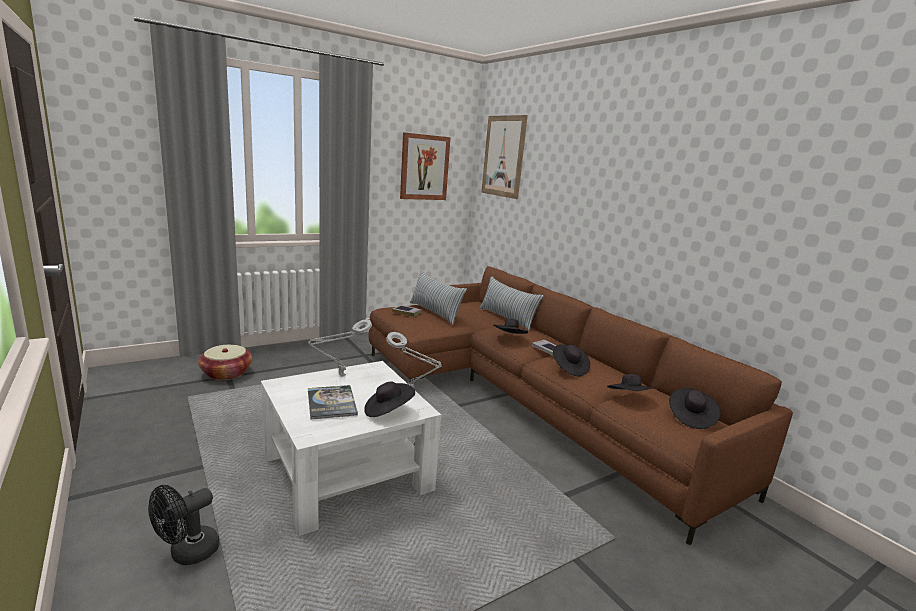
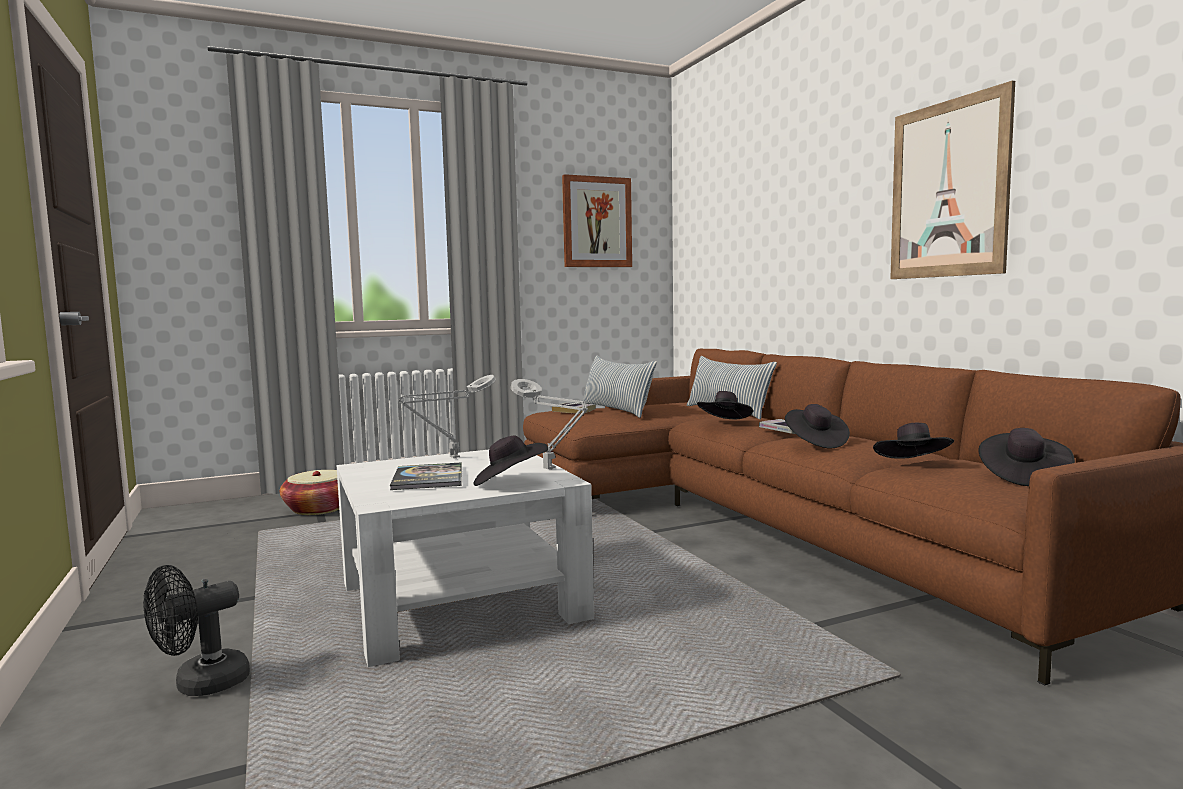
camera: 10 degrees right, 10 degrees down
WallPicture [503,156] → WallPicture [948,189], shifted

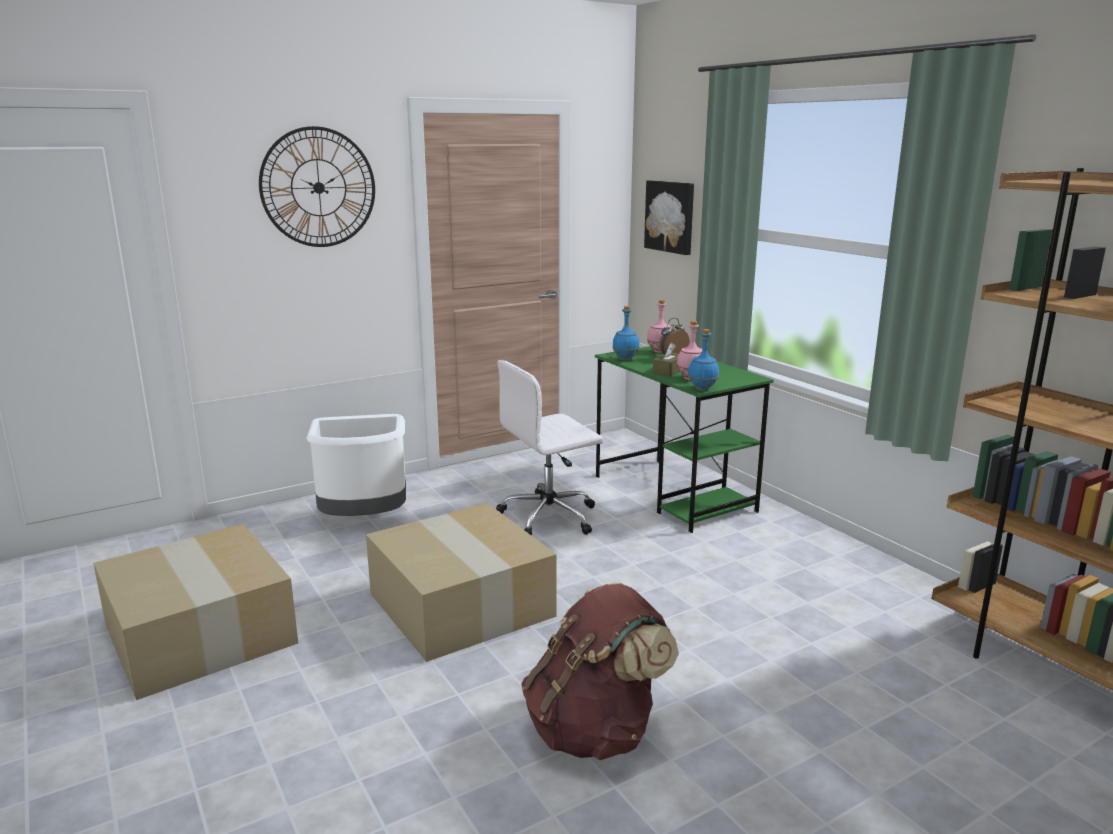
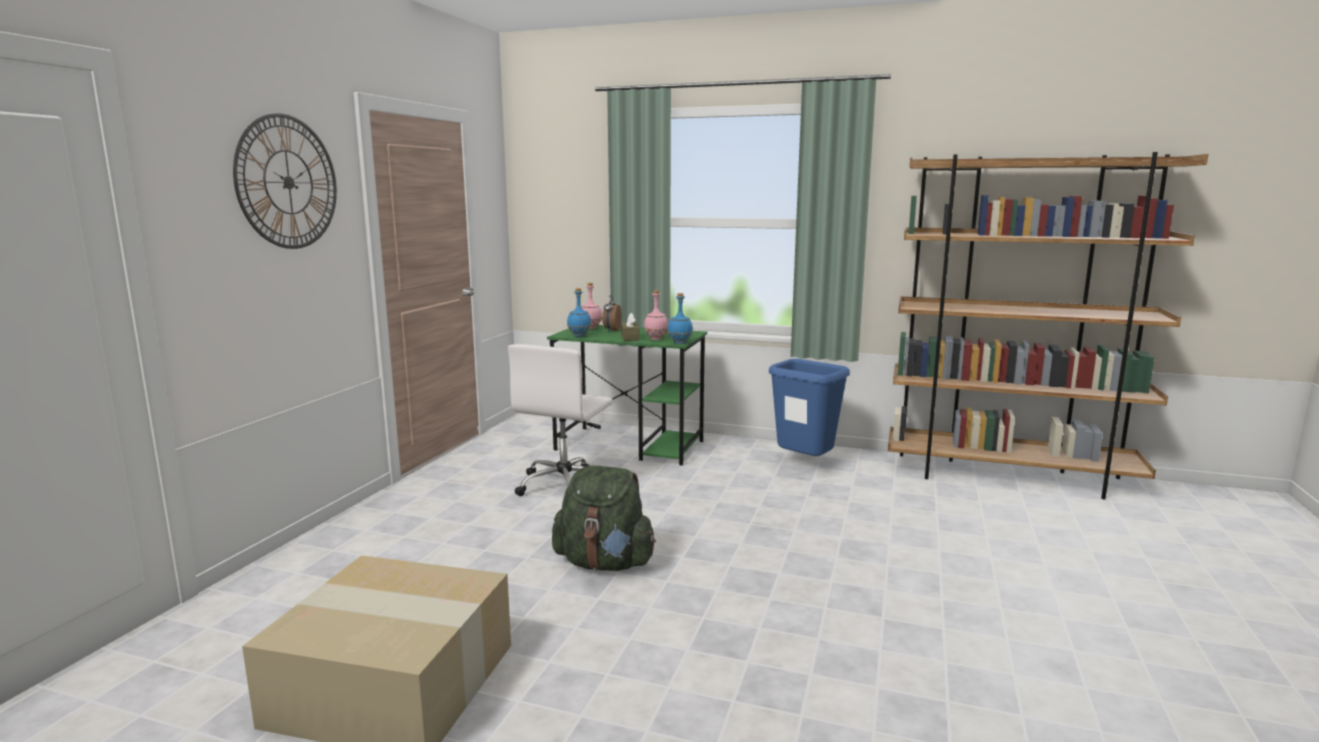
camera: 40 degrees left, 5 degrees down
WhiteWasteBin [364,519] → -
BrownRucksack [595,731] → -
WallPicture [671,216] → -
- → BluishWasteBin [805,465]
PackingBox [464,605] → GreenRucksack [605,563]

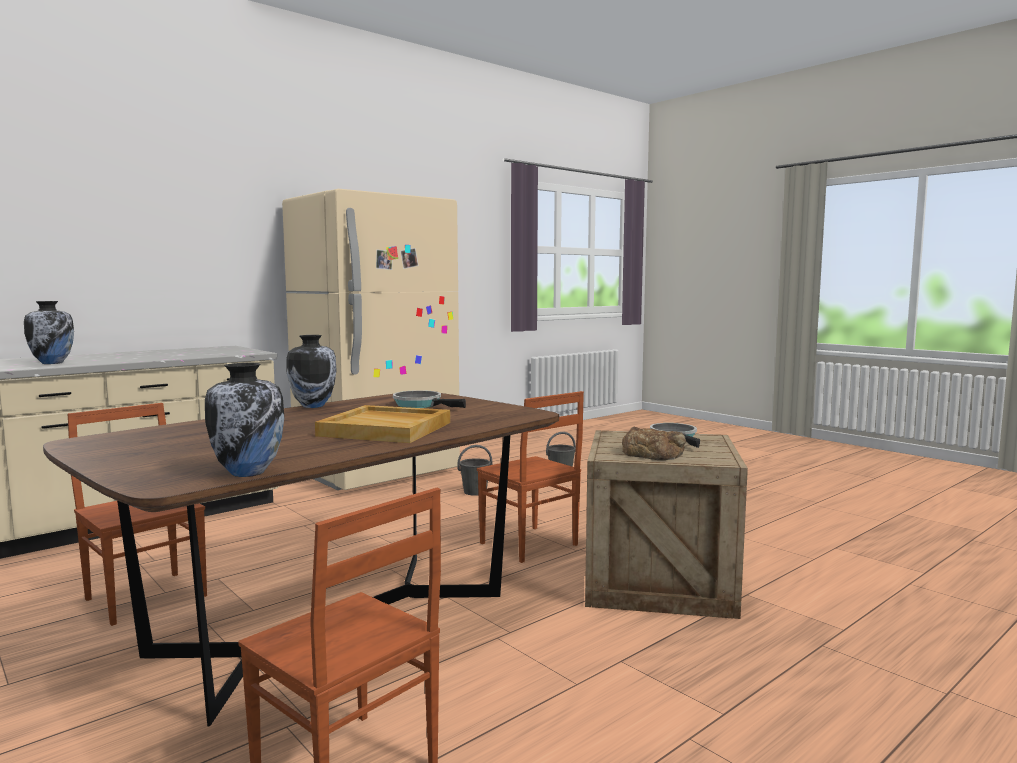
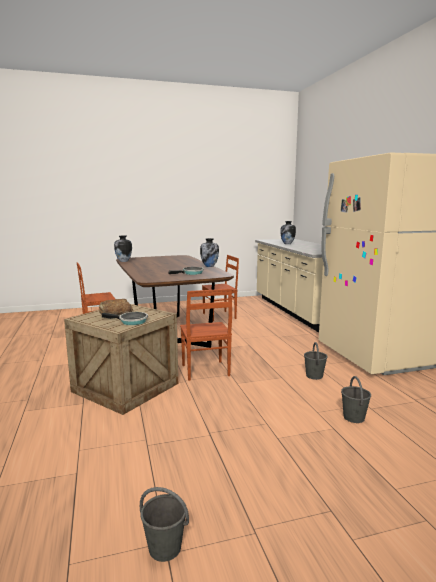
camera: 115 degrees right, 5 degrees up
BeigeColouredCarryingTray [387,429] → -
- → GrayWaterBucket [165,548]
BrownUprightChair [528,545] → BrownUprightChair [205,371], 90 degrees counterclockwise

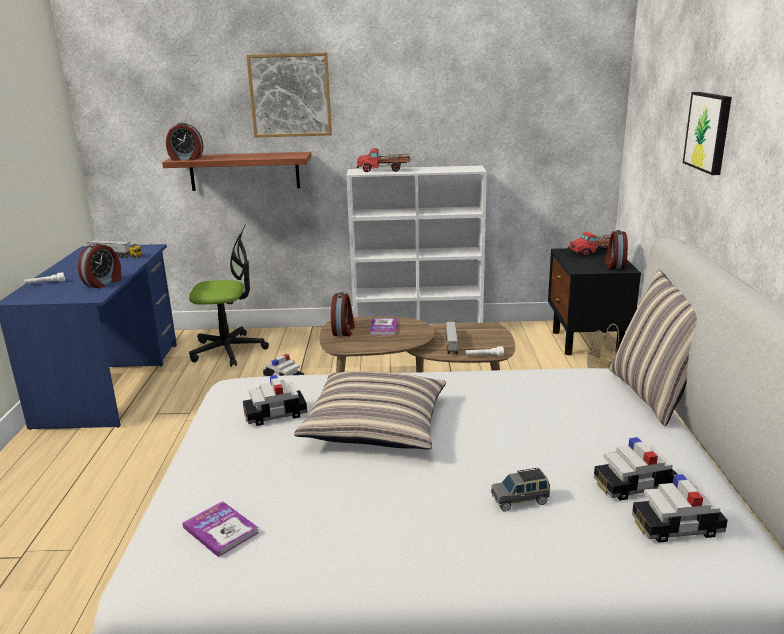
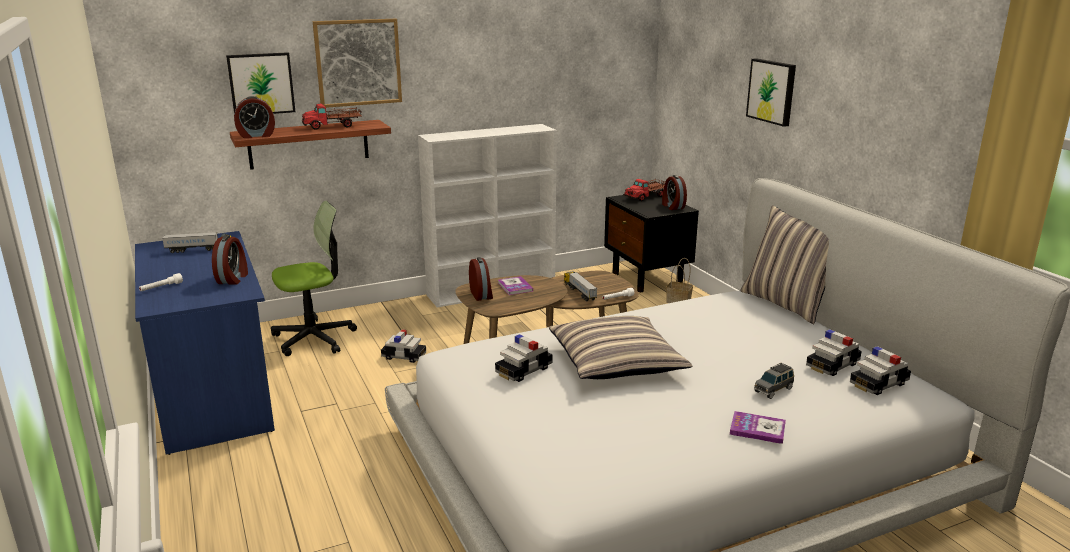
camera: 25 degrees left, 0 degrees up
- → WallPicture [261,83]
Volume [221,530] → Volume [757,429], shifted
ModelTruck [385,170] → ModelTruck [333,126], shifted

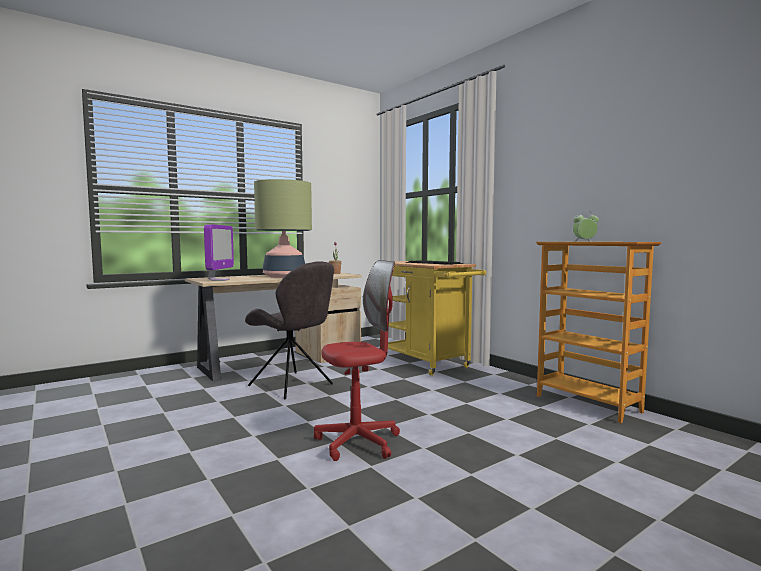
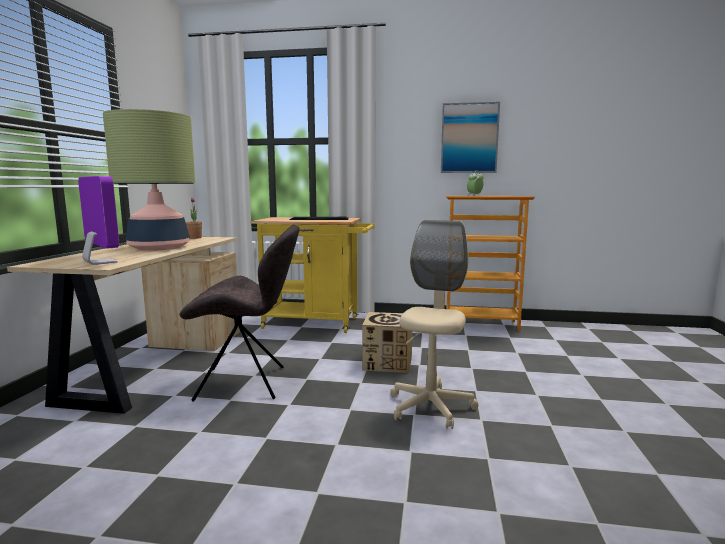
camera: 45 degrees left, 5 degrees up
- → PackingBox [388,362]
- → WallPicture [469,138]
RedColouredDeskChair [358,442] → BeigeColouredDeskChair [430,407]

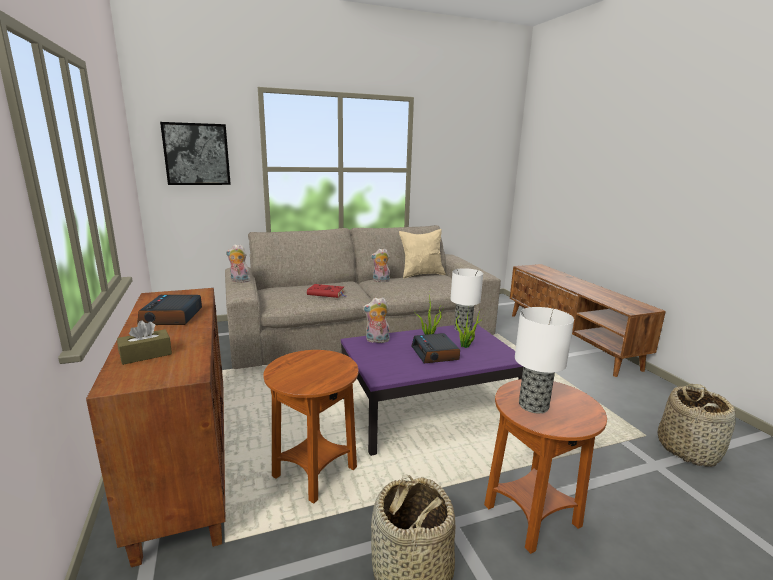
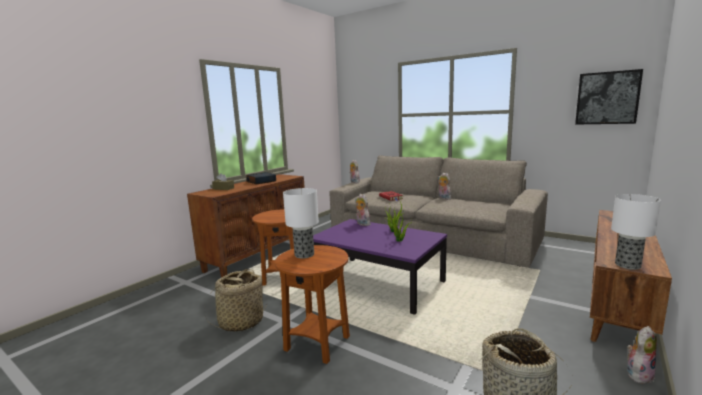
camera: 55 degrees right, 5 degrees down
BeigeColouredCushion [421,274] → -
TableClock [435,354] → -
- → CuddlyToy [638,374]
WallPicture [197,154] → WallPicture [607,98], shifted
LampForATable [462,329] → LampForATable [627,265], shifted

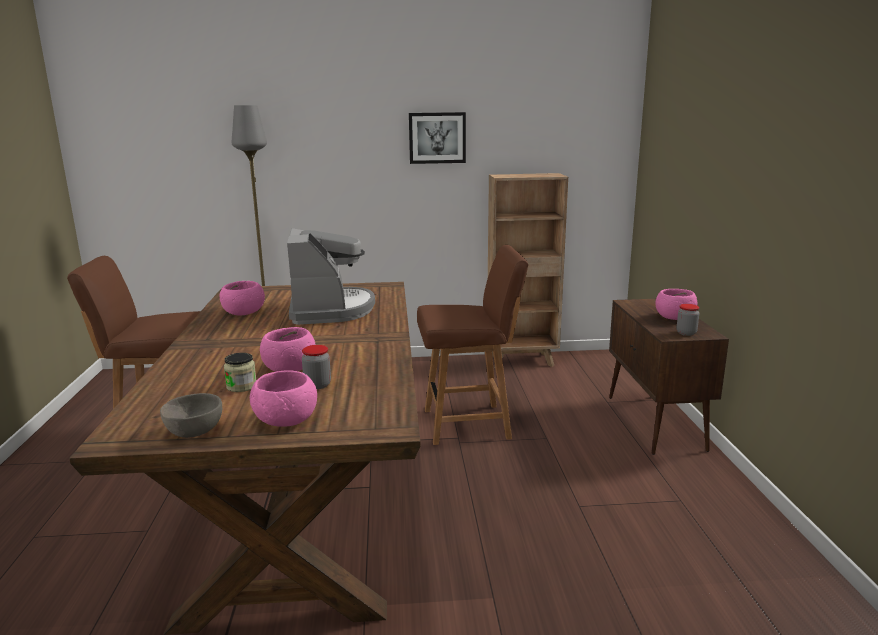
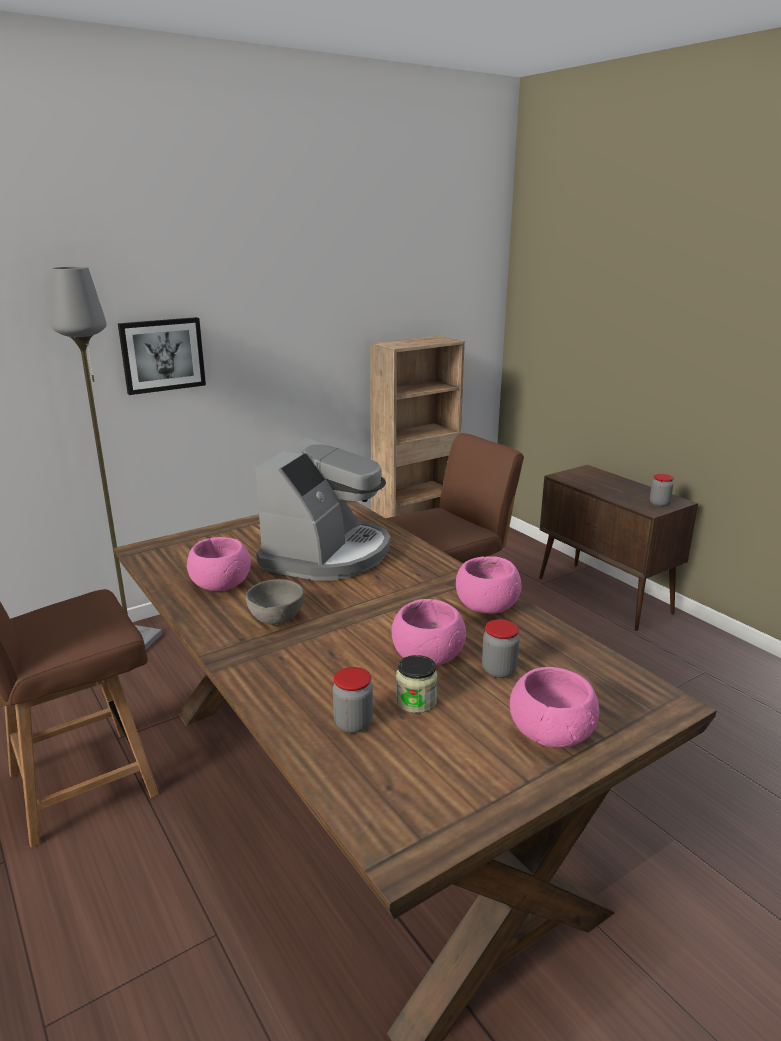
camera: 30 degrees left, 5 degrees up
- → PreserveJar [353,723]
GrayServingBowl [194,432] → GrayServingBowl [275,619], shifted
WallPicture [437,138] → WallPicture [162,355], shifted
PinkServingBowl [674,318] → PinkServingBowl [487,606], shifted
CoffeeBrewer [330,310] → CoffeeBrewer [327,554], 60 degrees clockwise

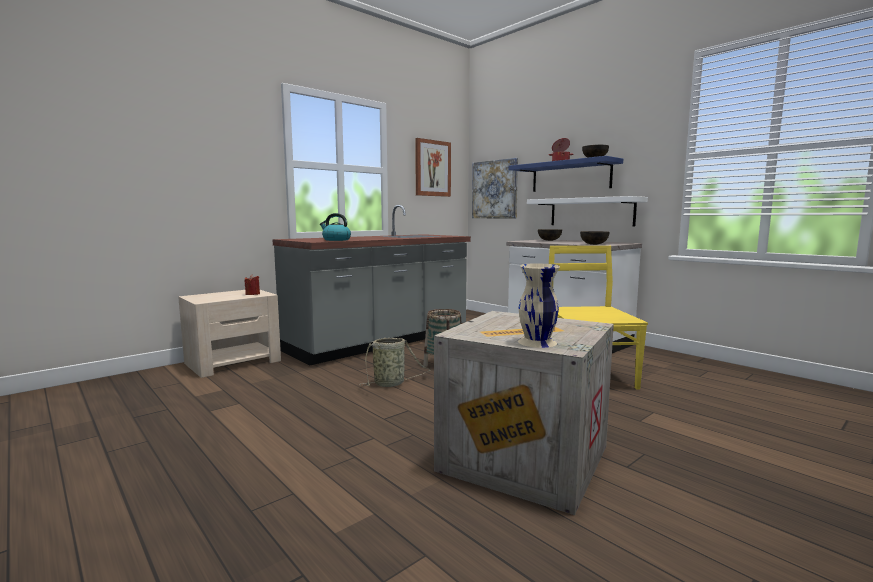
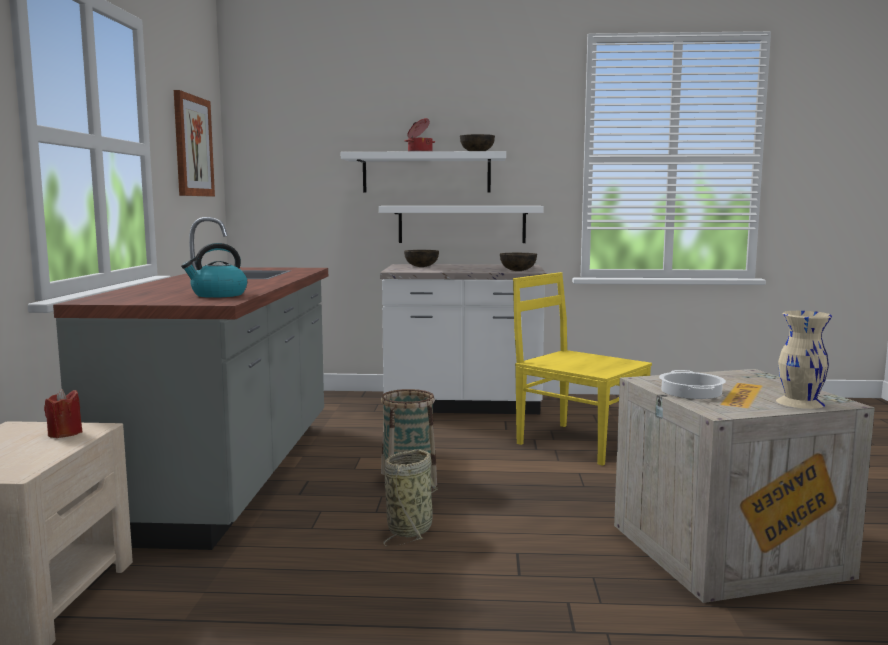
camera: 45 degrees left, 0 degrees up
WallPicture [494,189] → -
- → Saucepot [692,392]
BluishWallShelf [570,176] → WhiteWallShelf [426,173]

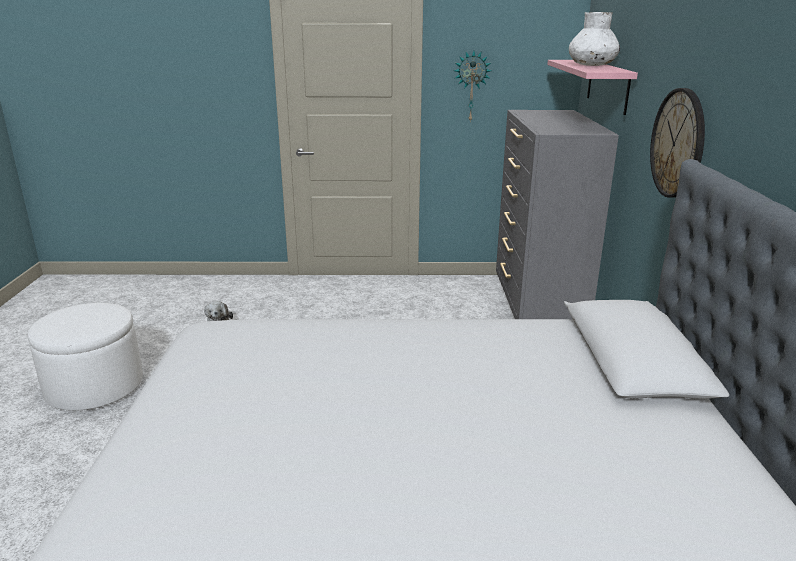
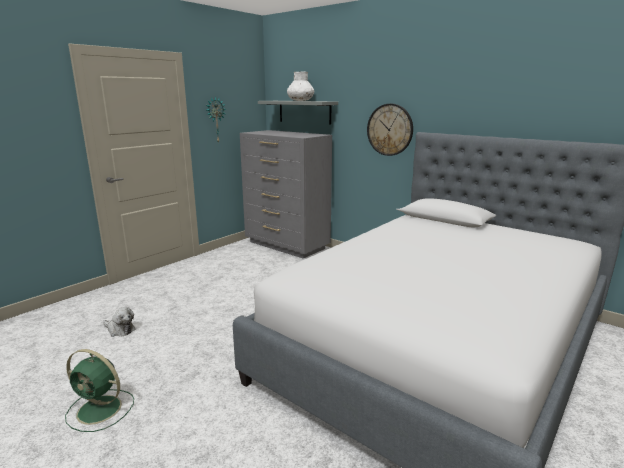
camera: 50 degrees left, 5 degrees down
WhiteFootrest [95,387] → GreenElectricFan [101,410]
PinkWallShelf [607,85] → GrayWallShelf [304,112]

